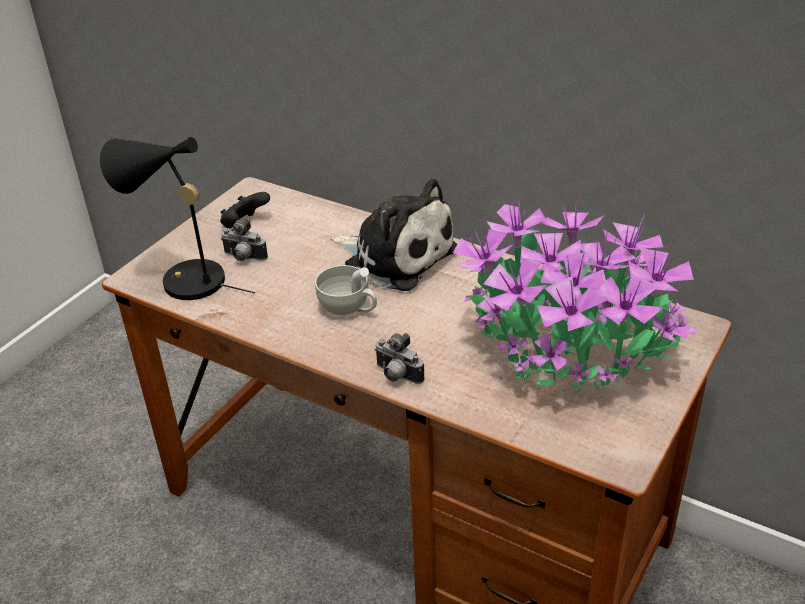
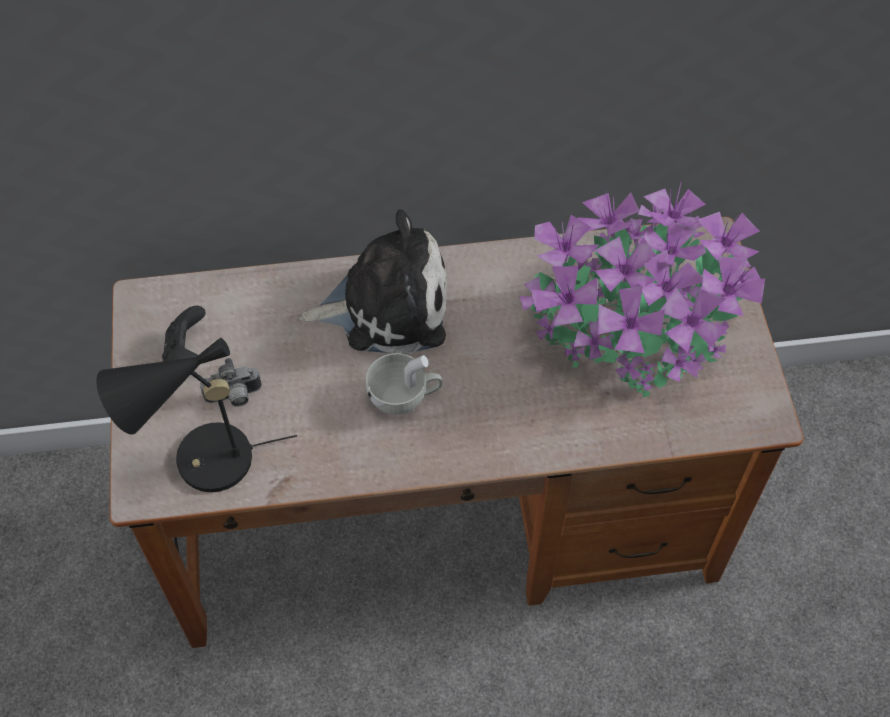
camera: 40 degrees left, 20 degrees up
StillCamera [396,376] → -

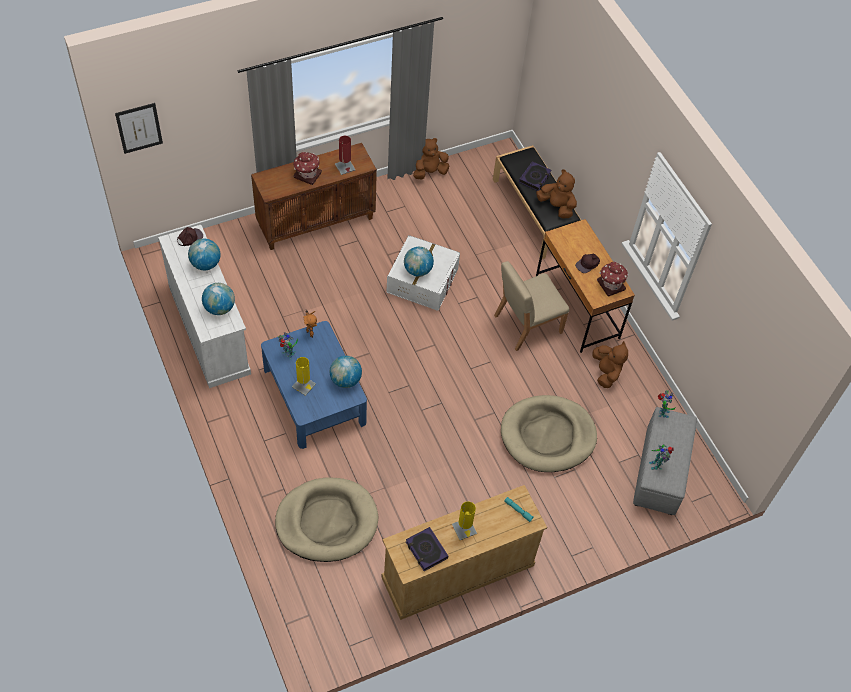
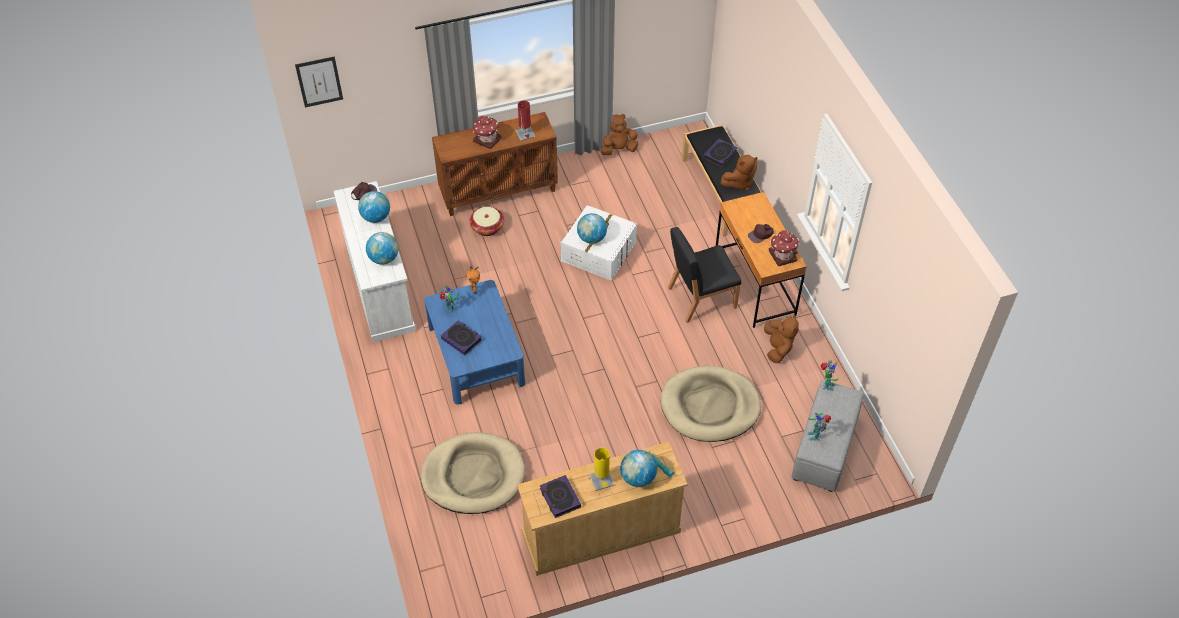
camera: 10 degrees right, 5 degrees down
- → Basket [487,227]
DeskGlobe [345,380] → DeskGlobe [638,477], shifted
YellowLampForATable [303,385] → Volume [461,339]
BeigeColouredUprightChair [527,324] → BlackUprightChair [700,297]
BrownCuddlyToy [556,206] → BrownCuddlyToy [739,182], 105 degrees clockwise

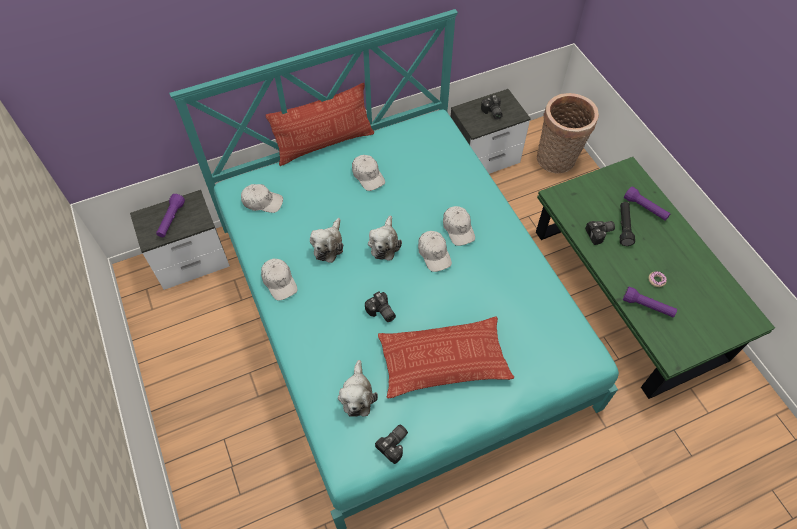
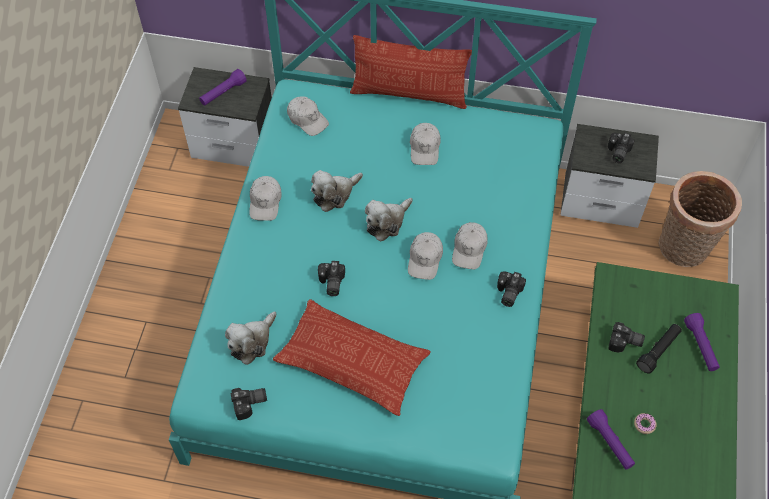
camera: 35 degrees right, 0 degrees up
- → StillCamera [507,293]

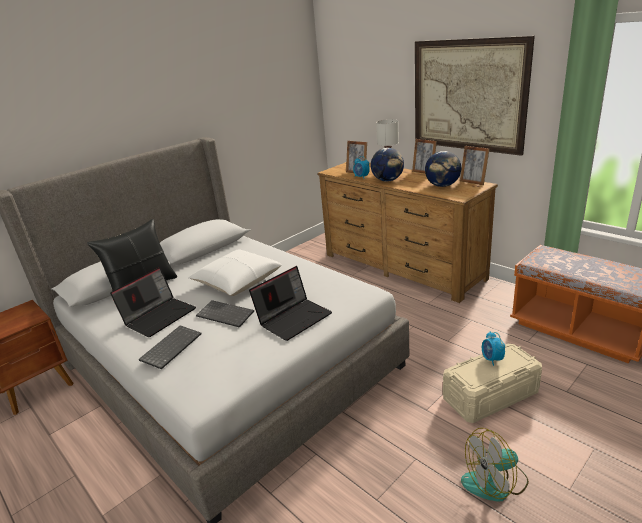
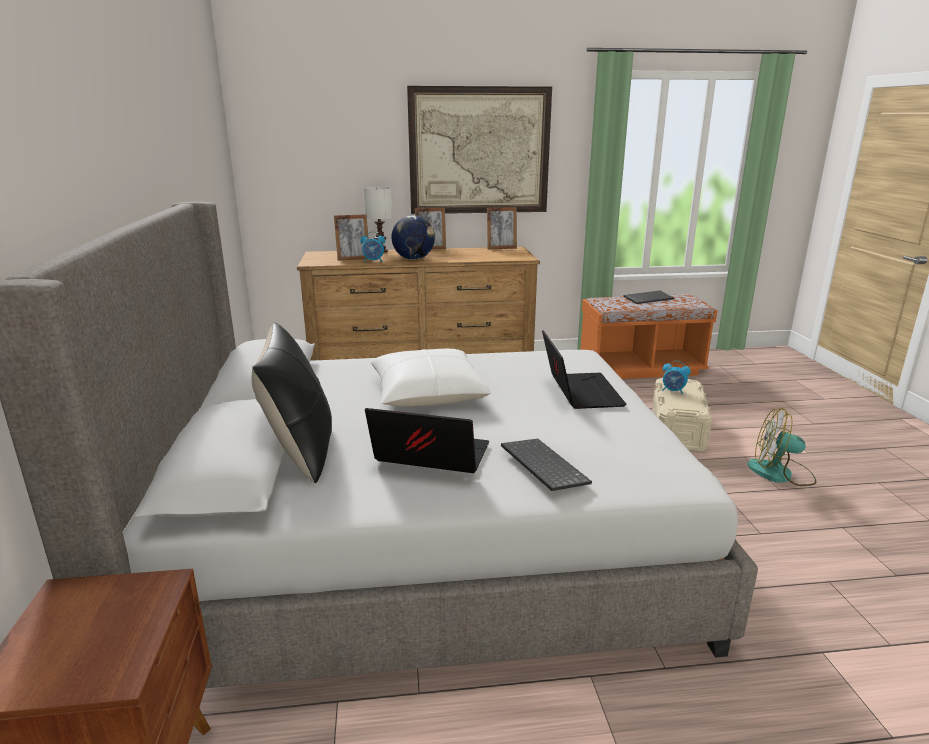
camera: 55 degrees left, 5 degrees down
DeskGlobe [442,186] → -
Keyboard [226,314] → Keyboard [648,298], shifted
Laptop [159,316] → Laptop [429,457], 60 degrees counterclockwise
ElectricFan [495,482] → ElectricFan [780,474], 90 degrees clockwise

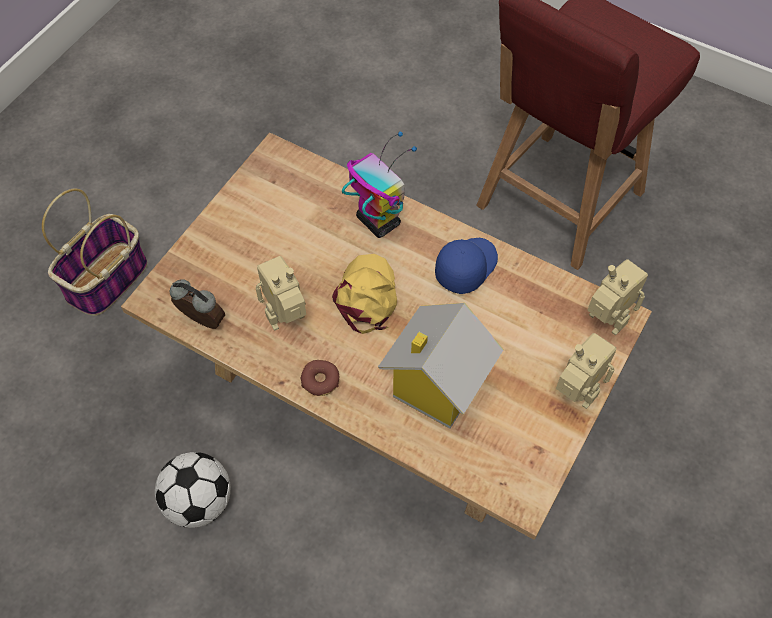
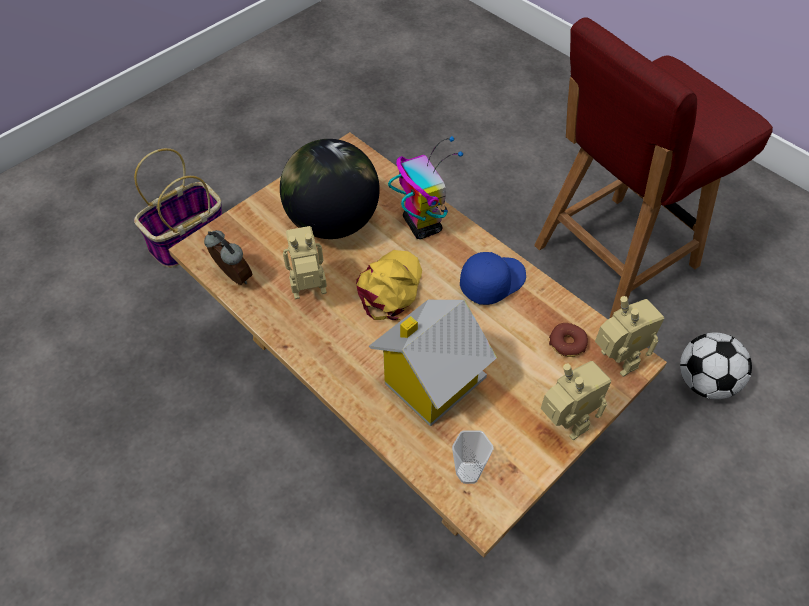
camera: 15 degrees right, 5 degrees down
- → DeskGlobe [333,222]
- → DrinkingCup [468,472]
FootballBall [199,502] → FootballBall [704,382], shifted
Donut [320,381] → Donut [567,343], shifted

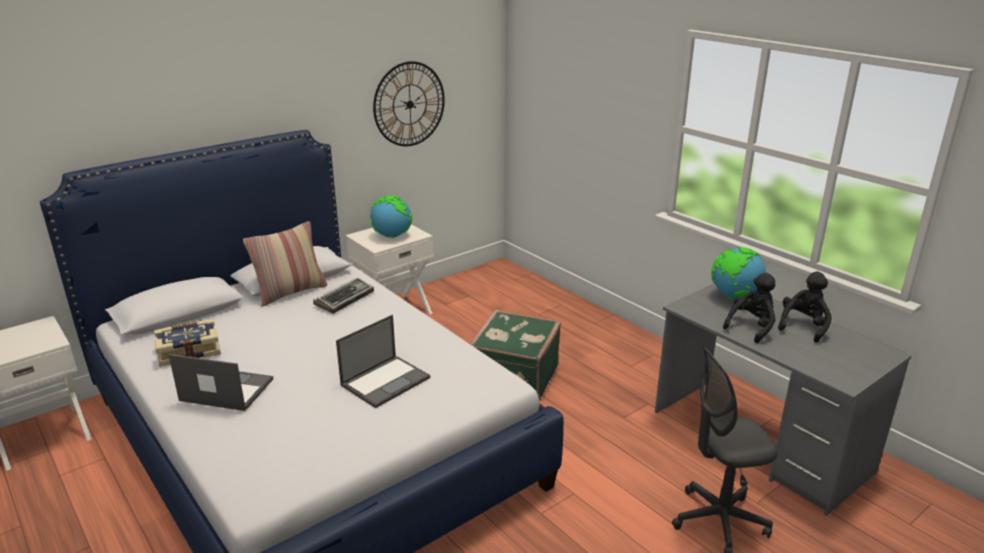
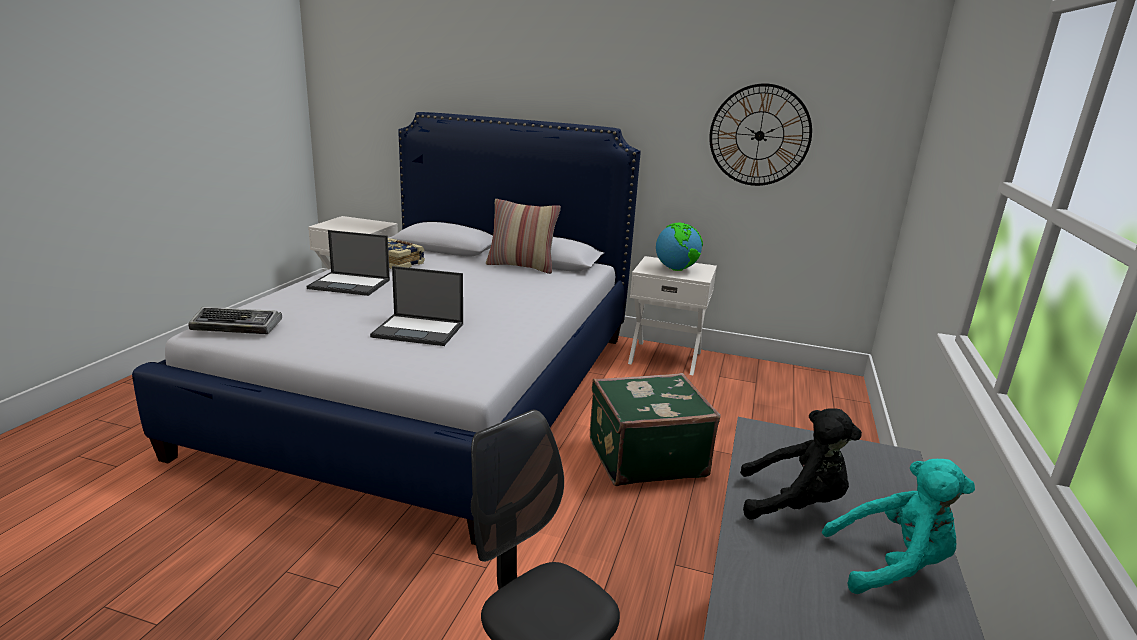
camera: 55 degrees right, 5 degrees down
DeskGlobe [734,297] → -
Keyboard [345,299] → Keyboard [238,326], shifted
BlackCuddlyToy [803,326] → TurquoiseCuddlyToy [891,566]
Laptop [225,390] → Laptop [350,284], 120 degrees clockwise

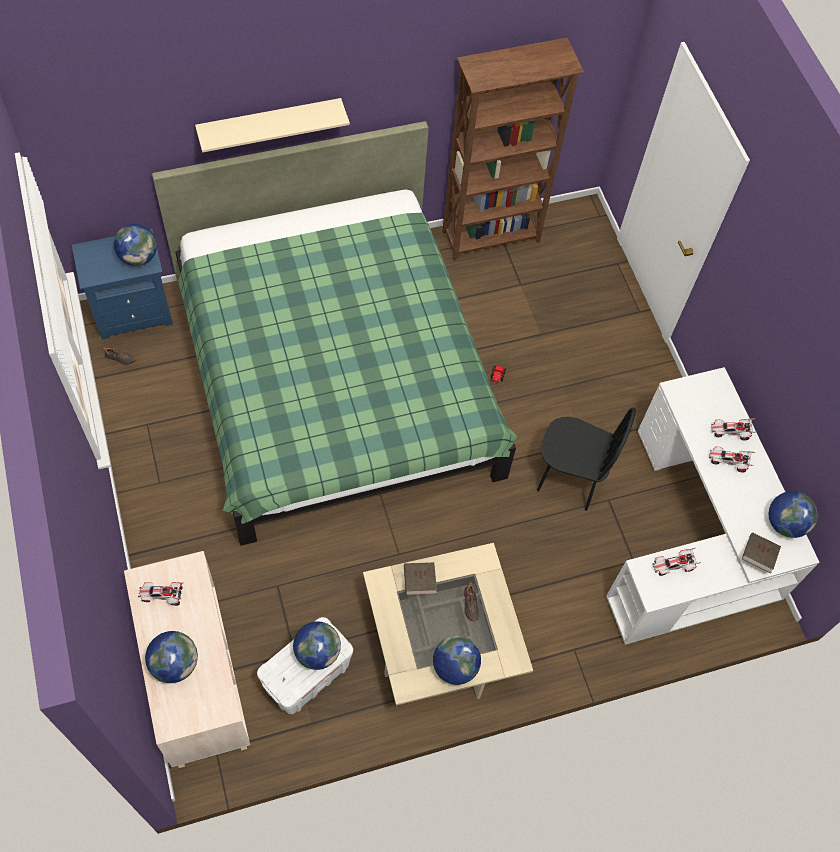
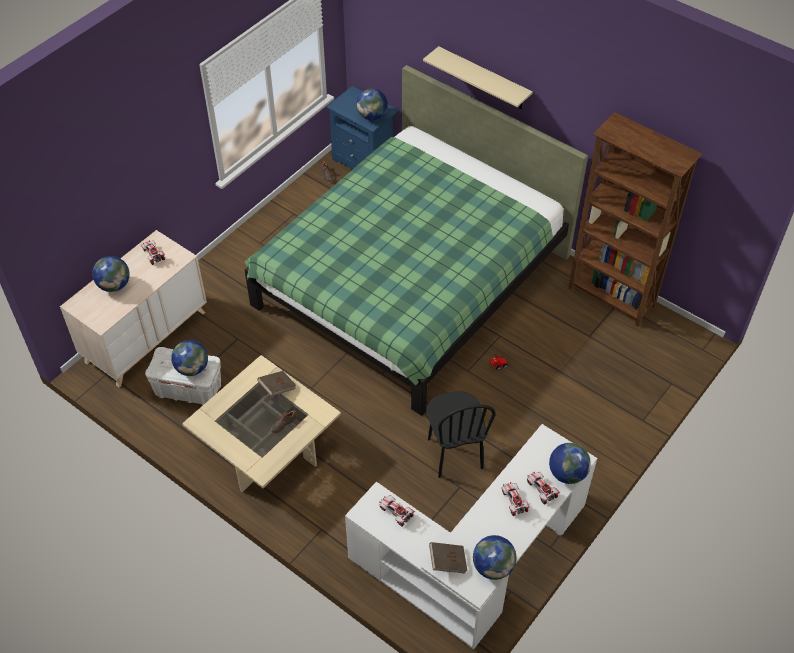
camera: 60 degrees right, 10 degrees down
DeskGlobe [454,667] → DeskGlobe [567,473], shifted

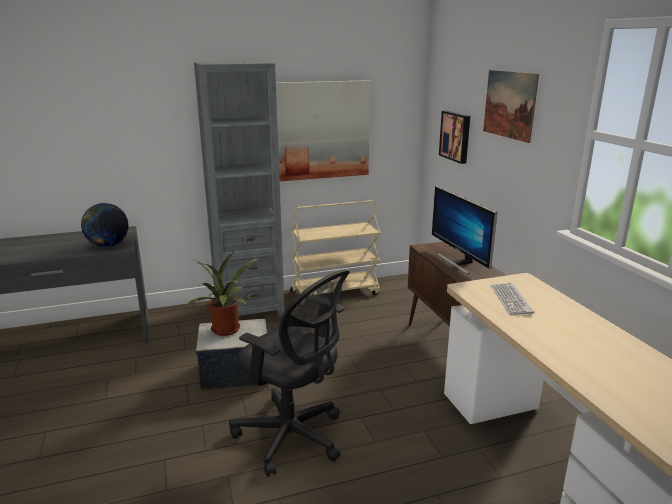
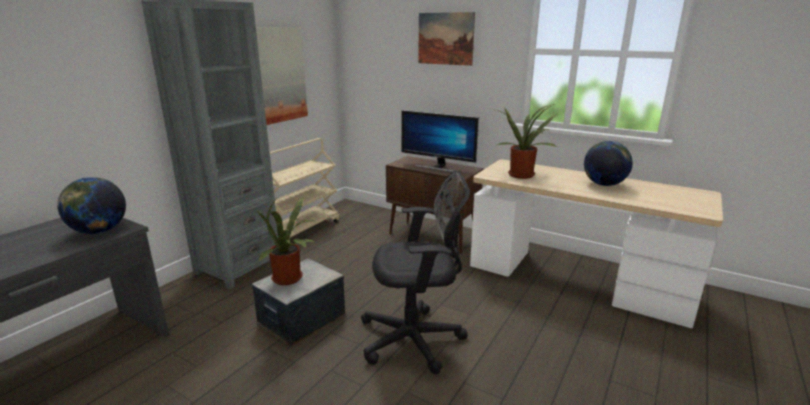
camera: 40 degrees left, 0 degrees up
WallPicture [456,136] → -
- → DeskGlobe [604,184]
Keyboard [511,299] → PlantInAPot [522,174]

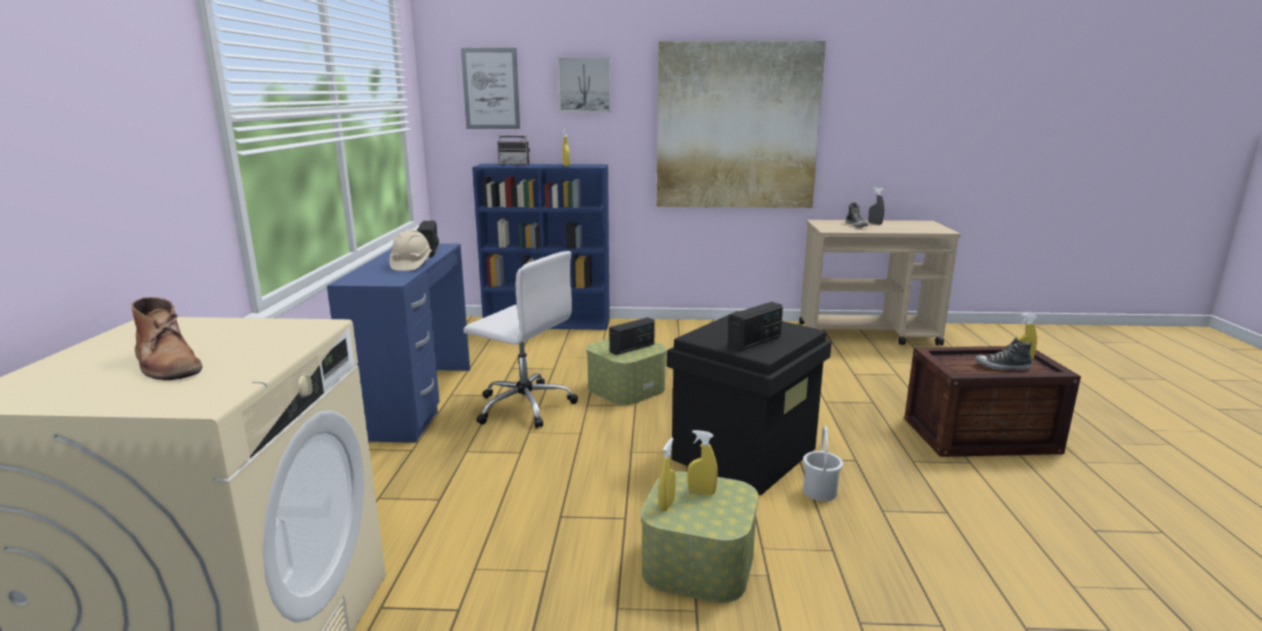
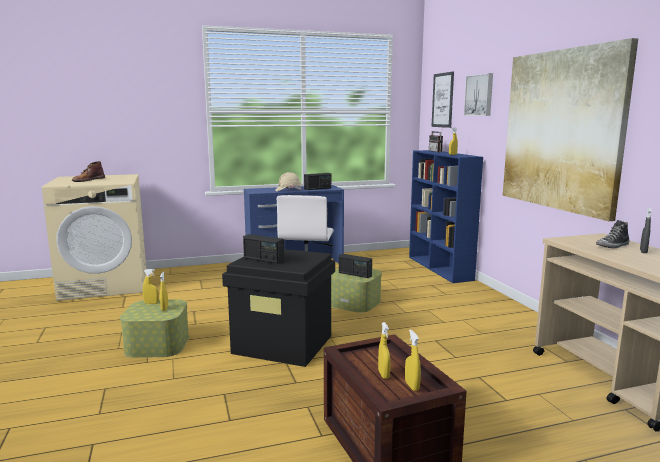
camera: 70 degrees right, 5 degrees down
WhiteWaterBucket [820,492] → -
ItemOfFootwear [1002,367] → YellowSprayBottle [383,375]

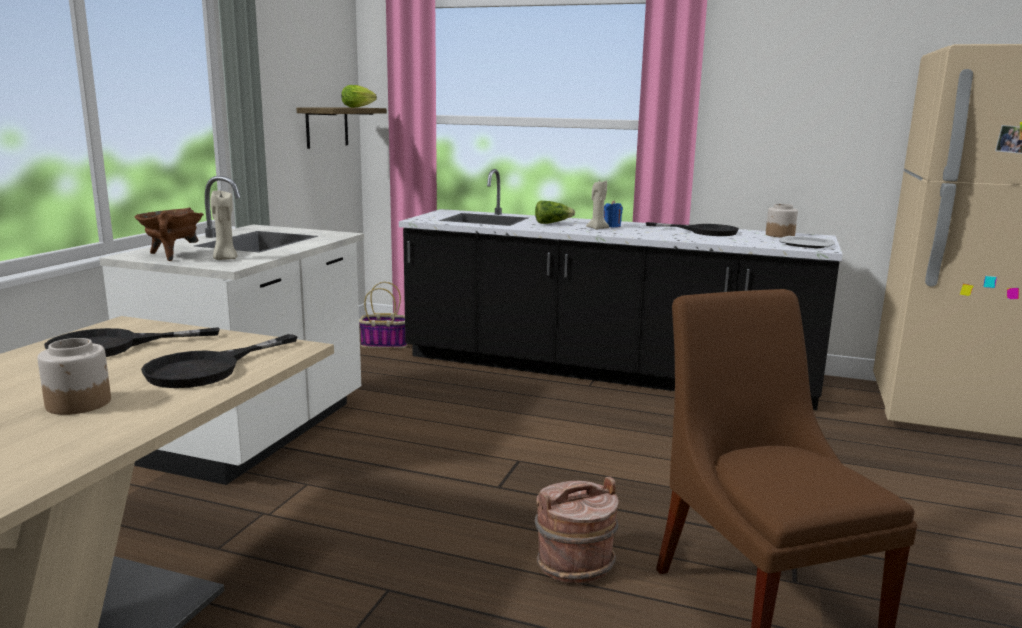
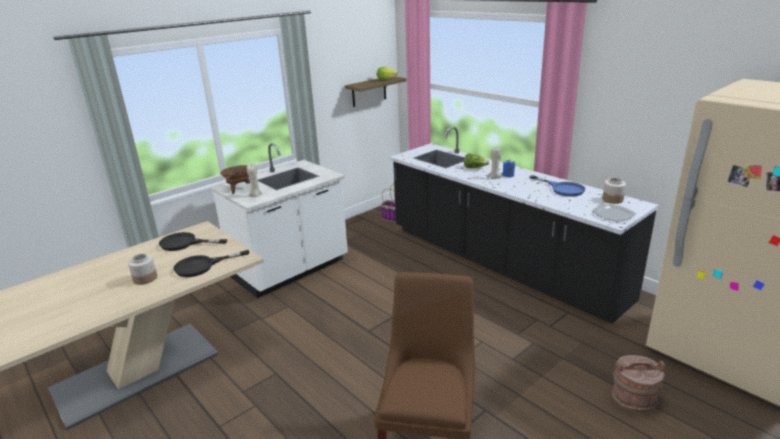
camera: 30 degrees right, 10 degrees up
BrownWaterBucket [574,563] → BrownWaterBucket [633,399], shifted
BlackFryingPan [704,231] → BluishFryingPan [562,189]

